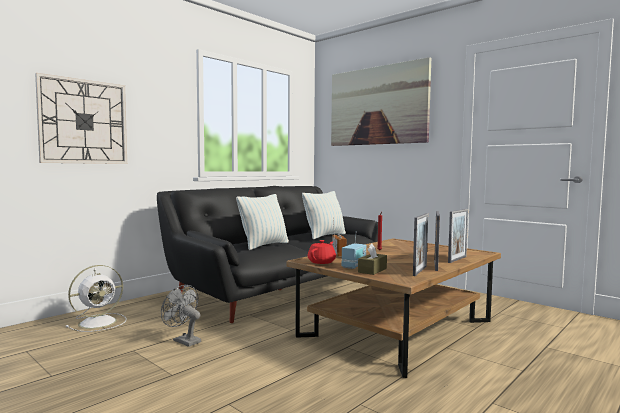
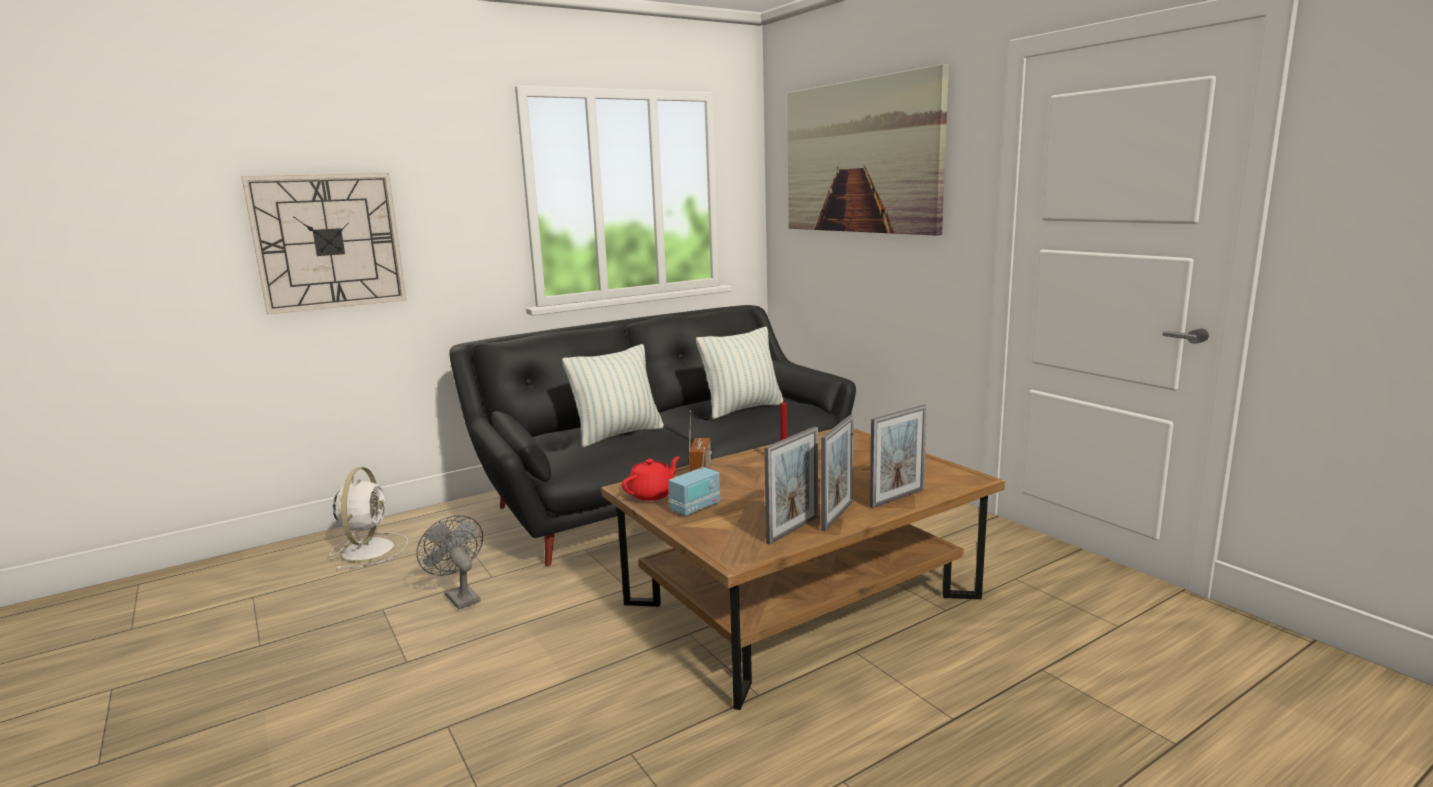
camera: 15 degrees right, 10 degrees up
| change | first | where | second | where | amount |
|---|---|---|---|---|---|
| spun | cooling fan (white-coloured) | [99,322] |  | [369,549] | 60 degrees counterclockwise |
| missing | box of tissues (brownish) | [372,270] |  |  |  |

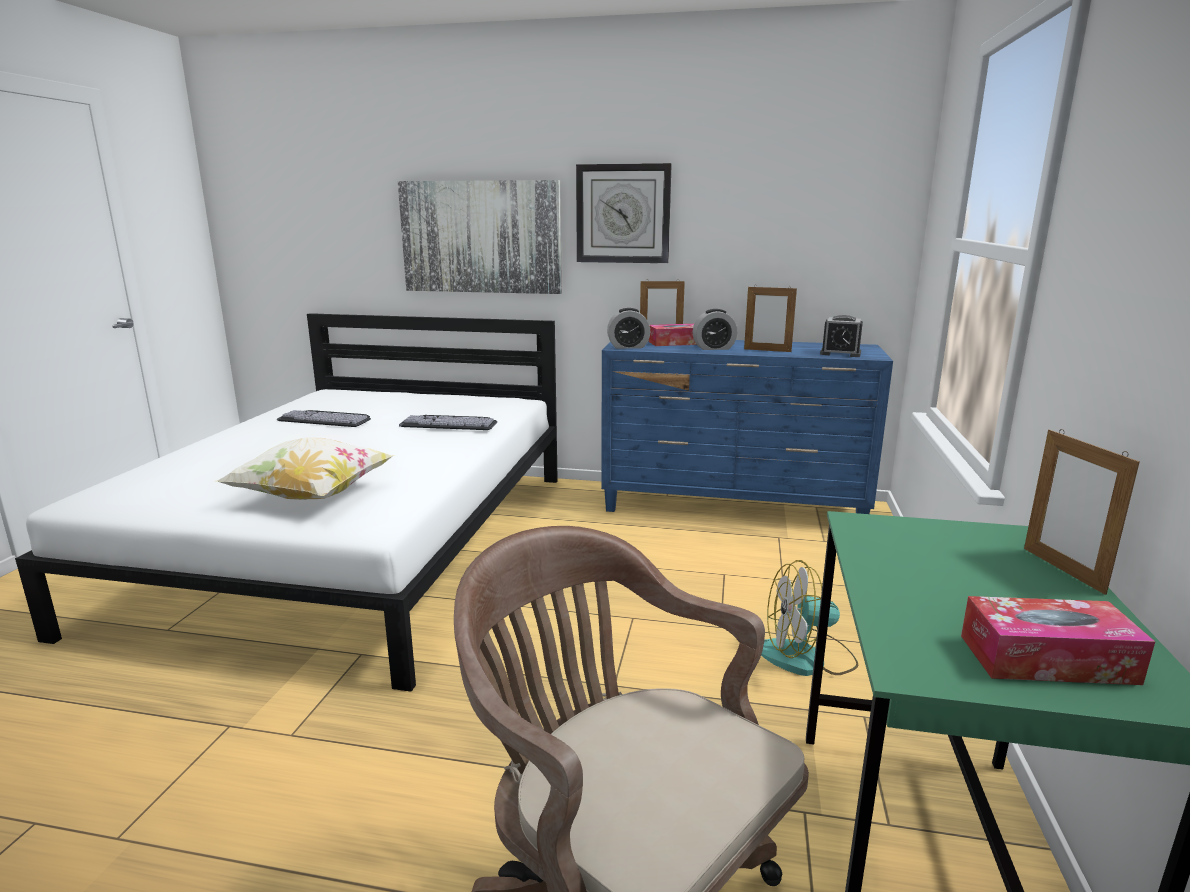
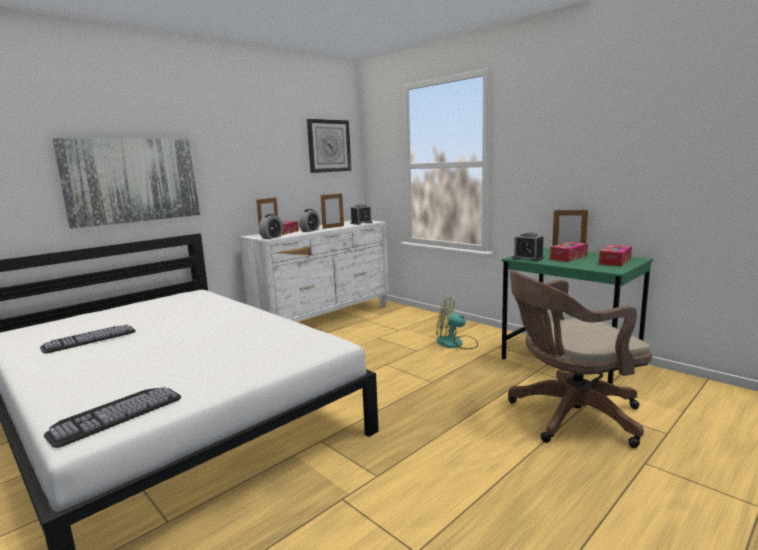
camera: 55 degrees left, 5 degrees down
| change | first | where | second | where | amount |
|---|---|---|---|---|---|
| missing | cushion | [313,496] |  |  |  |
| relocated | PC keyboard | [451,422] |  | [115,413] |  |
| relocated | clock on the wall | [623,214] |  | [329,146] |  |
| colour | drawer chest (bluish) | [733,508] | drawer chest (white-coloured) | [324,319] |  |
| spun | cooling fan | [807,658] |  | [456,343] | 75 degrees clockwise |
| appeared |  |  | bedside clock | [528,258] |  |
| appeared |  |  | box of tissues | [568,257] |  |

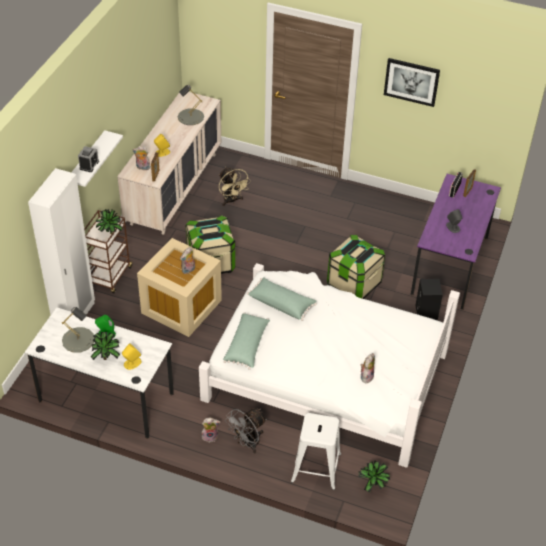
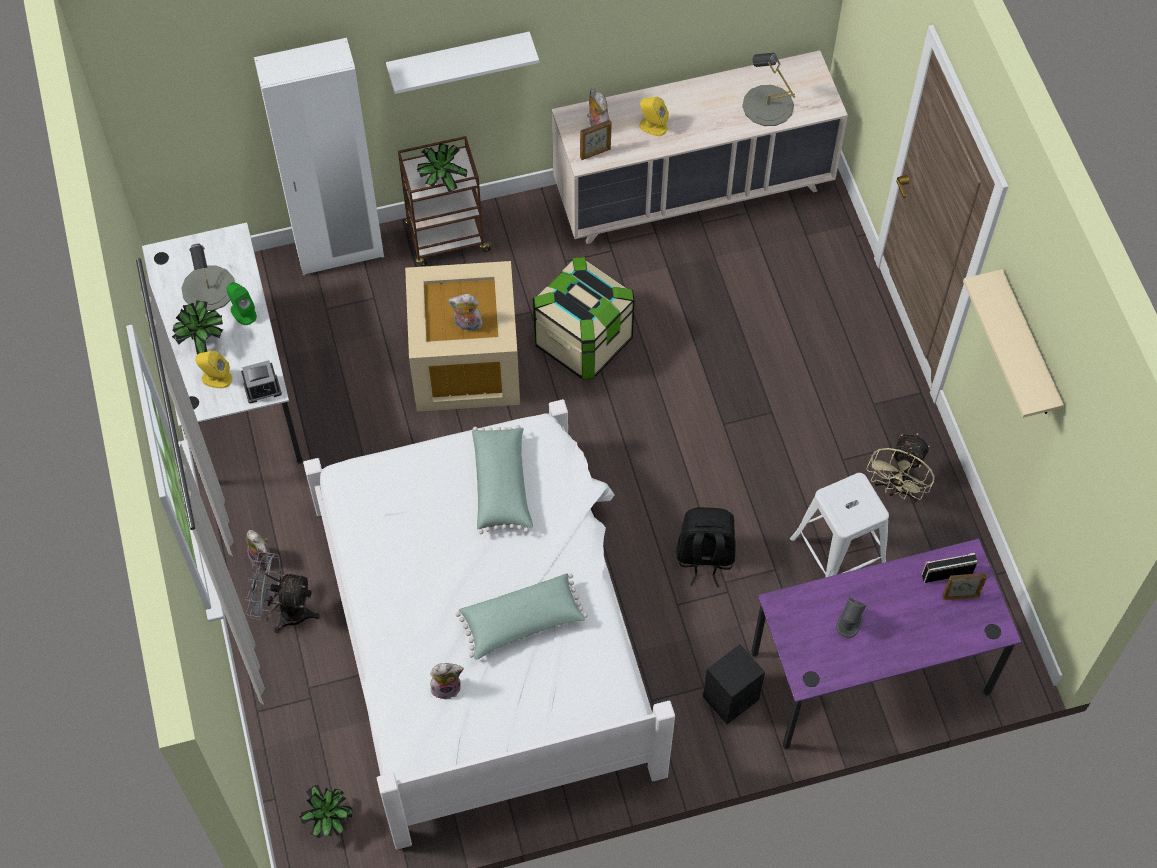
camera: 55 degrees right, 15 degrees up
| change | first | where | second | where | amount |
|---|---|---|---|---|---|
| relocated | bedside clock | [89,165] |  | [262,389] |  |
| relocated | cooling fan (beige-coloured) | [232,201] |  | [897,489] |  |
| relocated | cushion (green-coloured) | [247,345] |  | [522,622] |  |
| relocated | sitting stool (white-coloured) | [316,467] |  | [838,553] |  |
| exchanged | storage bin | [353,284] | backpack (black-coloured) | [704,558] |  |
| exchanged | wall picture | [411,81] | shelf (beige-coloured) | [1027,348] |  |

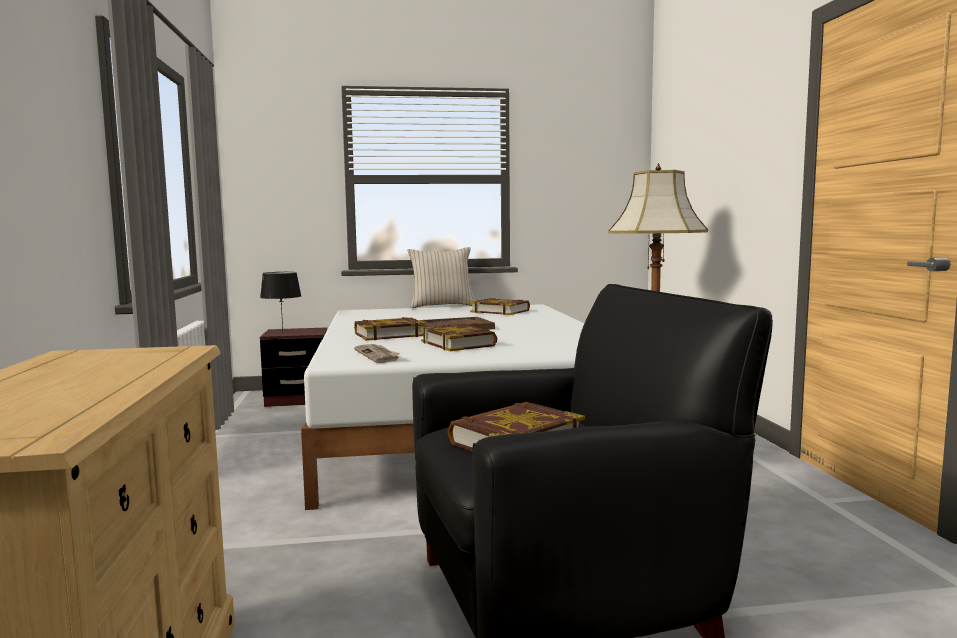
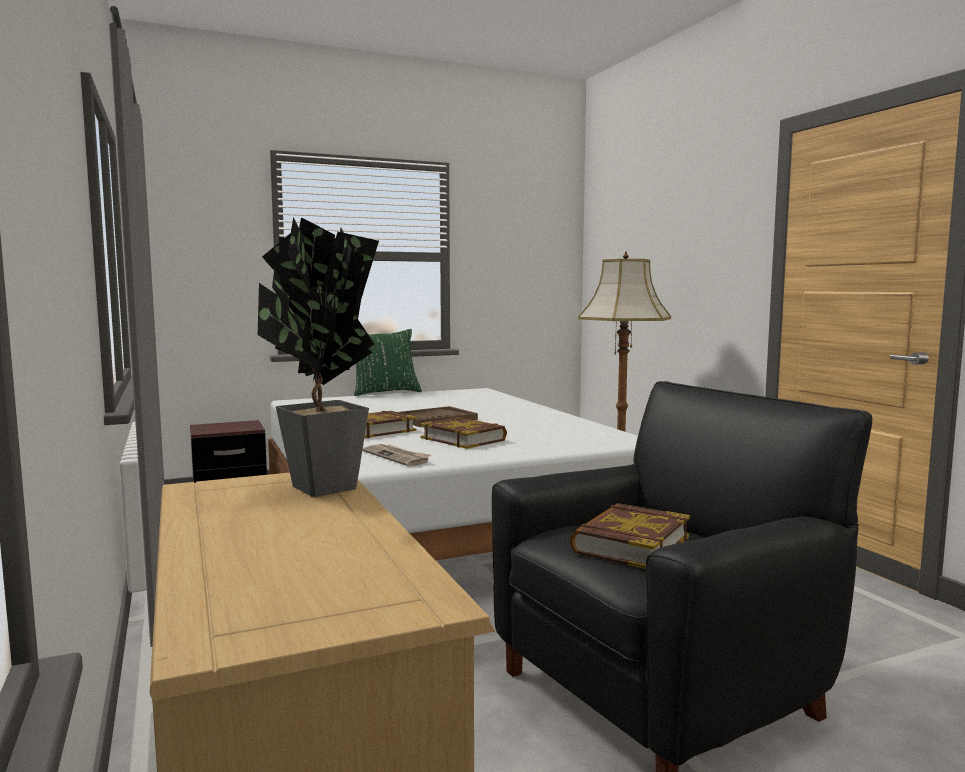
camera: 15 degrees left, 0 degrees up
| change | first | where | second | where | amount |
|---|---|---|---|---|---|
| missing | table lamp (black-coloured) | [283,332] |  |  |  |
| colour | cushion (beige-coloured) | [442,306] | cushion (green-coloured) | [384,393] |  |
| missing | bound book | [500,311] |  |  |  |
| appeared |  |  | houseplant | [323,490] |  |

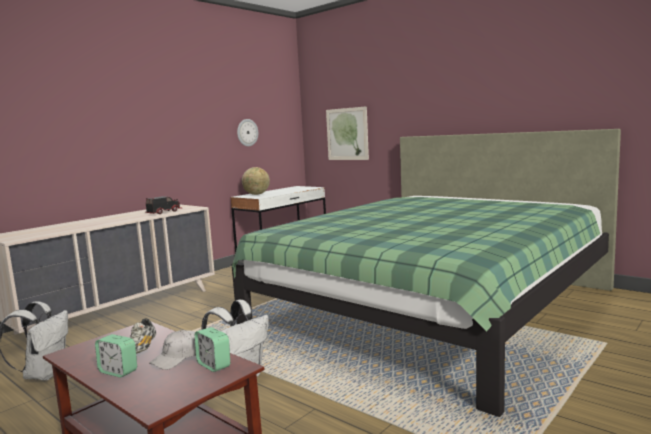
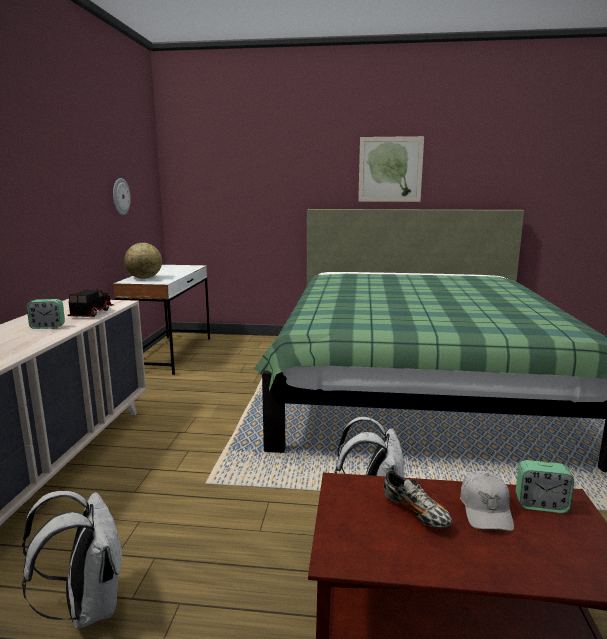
camera: 35 degrees left, 5 degrees up
| change | first | where | second | where | amount |
|---|---|---|---|---|---|
| relocated | bedside clock | [118,371] |  | [48,327] |  |
| relocated | wall picture | [347,134] |  | [390,169] |  |

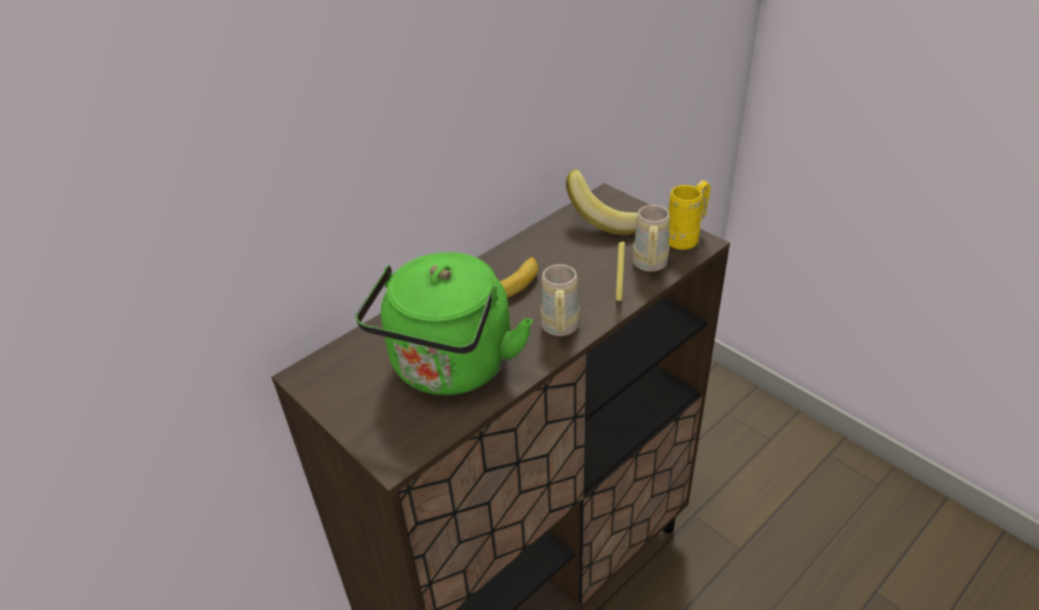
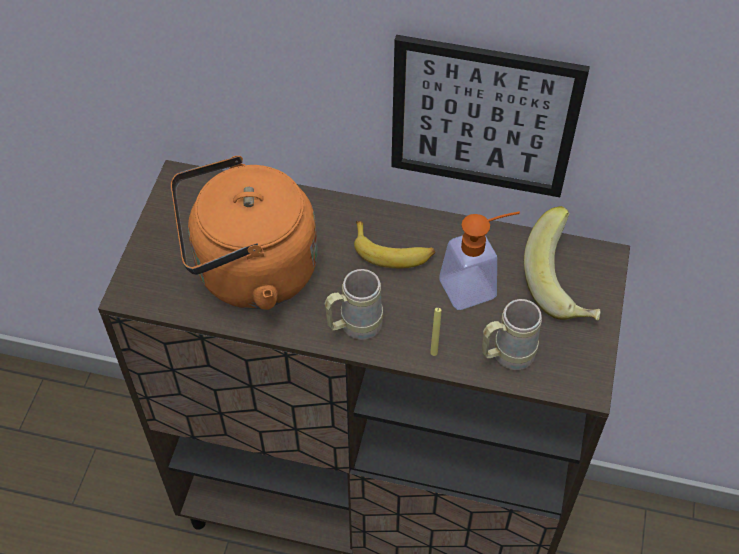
camera: 55 degrees right, 15 degrees up
| change | first | where | second | where | amount |
|---|---|---|---|---|---|
| colour | tea kettle (green-coloured) | [450,369] | tea kettle (orange-coloured) | [249,272] |  |
| missing | mug (yellowish) | [686,238] |  |  |  |
| appeared |  |  | wall picture | [483,118] |  |
| appeared |  |  | soap dispenser | [477,285] |  |

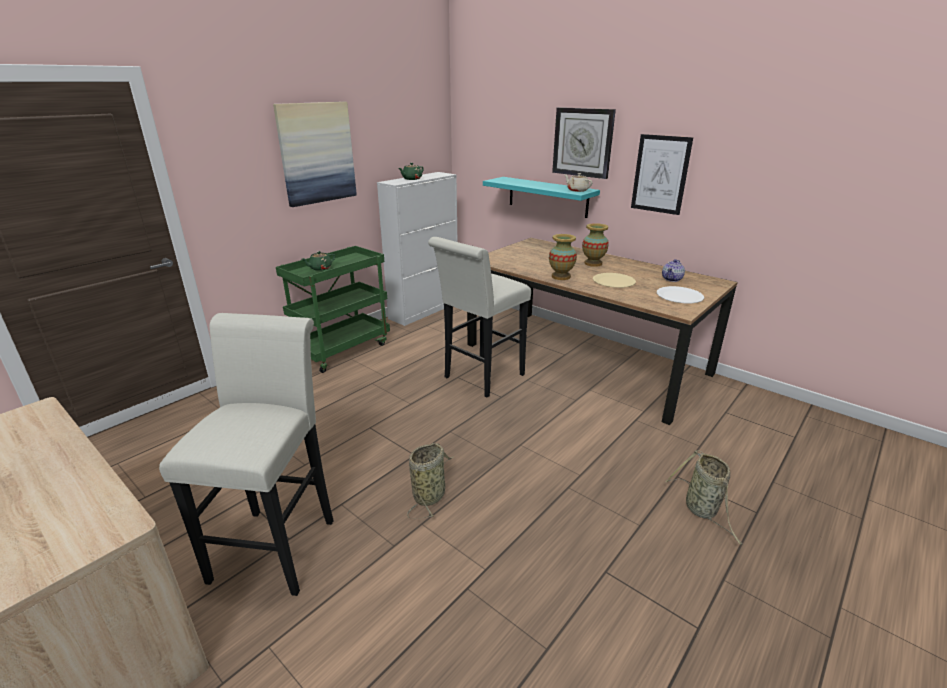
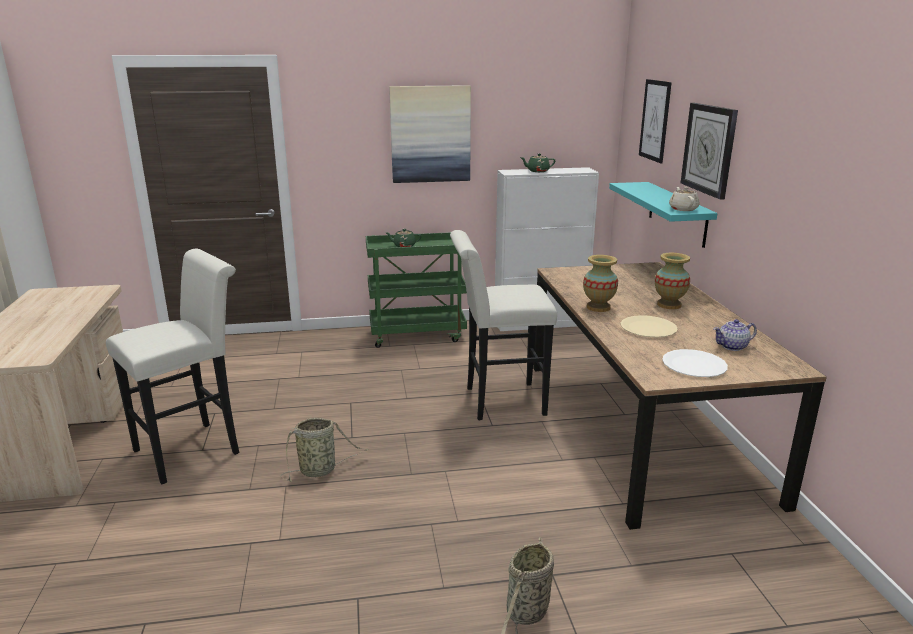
camera: 40 degrees right, 5 degrees down
| change | first | where | second | where | amount |
|---|---|---|---|---|---|
| relocated | wall picture | [660,174] |  | [655,120] |  |

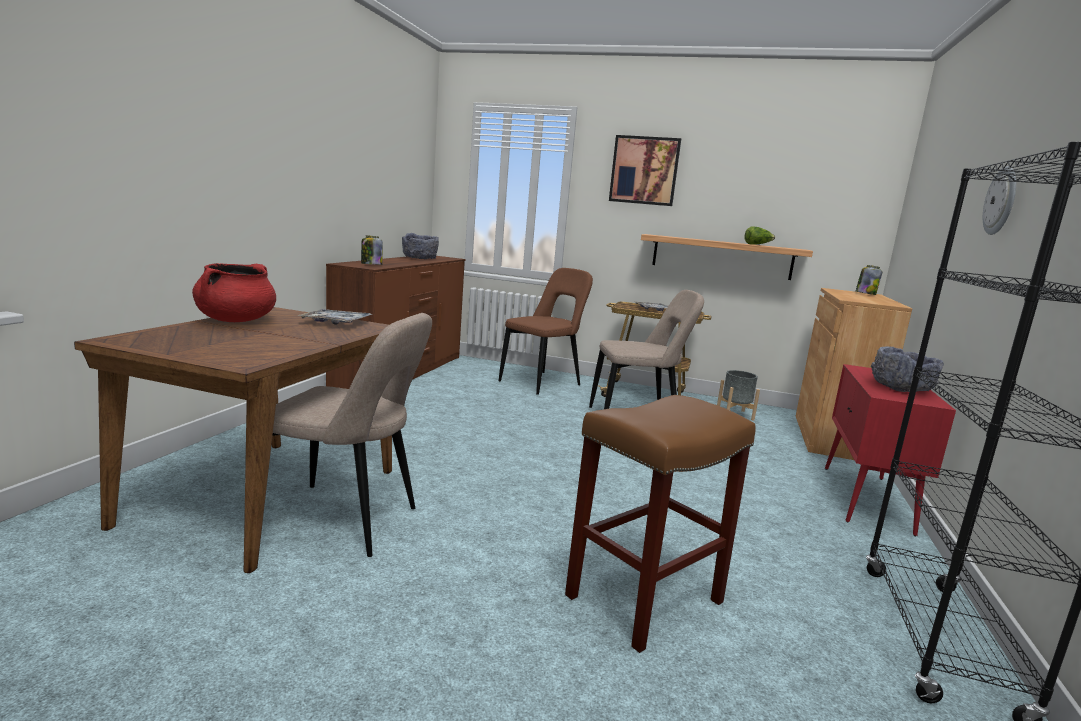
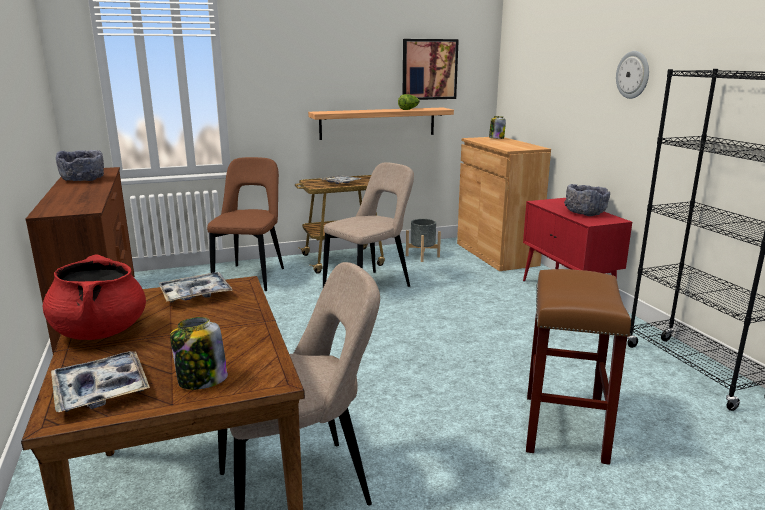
camera: 35 degrees left, 5 degrees up
| change | first | where | second | where | amount |
|---|---|---|---|---|---|
| relocated | storage jar | [371,264] |  | [201,380] |  |
| relocated | wall picture | [644,170] |  | [429,69] |  |
| appeared |  |  | tray | [101,390] |  |

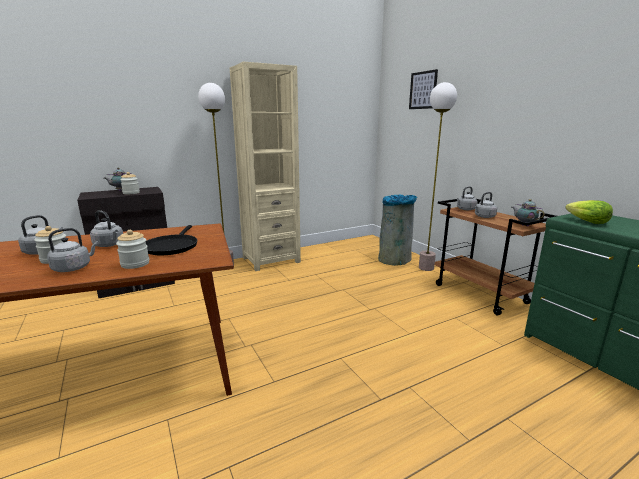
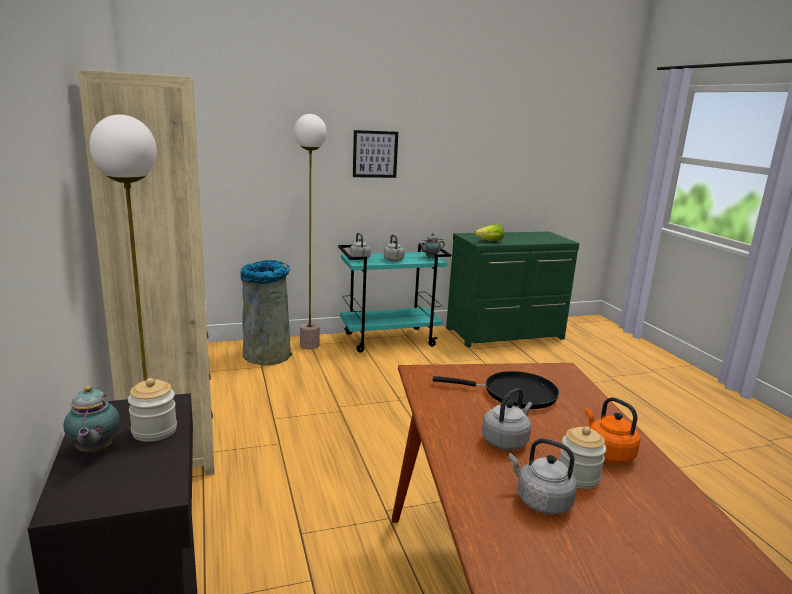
camera: 80 degrees left, 0 degrees up
| change | first | where | second | where | amount |
|---|---|---|---|---|---|
| colour | tea kettle (grey) | [74,268] | tea kettle (orange-coloured) | [607,453] |  |
| missing | storage jar | [135,264] |  |  |  |
| relocated | wall picture | [423,90] |  | [375,154] |  |
| colour | wheeled cart (brownish) | [481,294] | wheeled cart (turquoise) | [390,339] |  |

